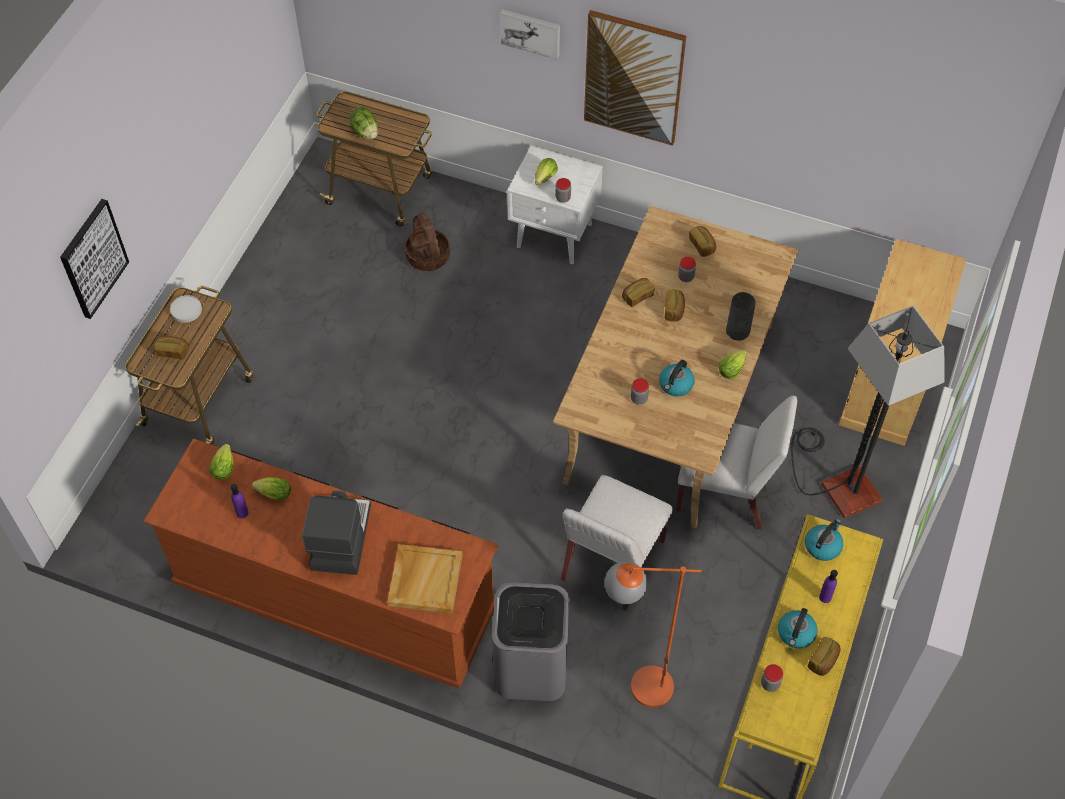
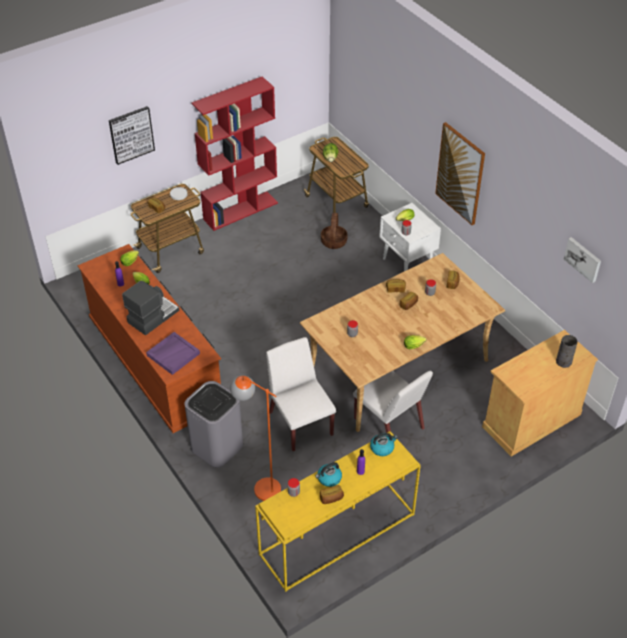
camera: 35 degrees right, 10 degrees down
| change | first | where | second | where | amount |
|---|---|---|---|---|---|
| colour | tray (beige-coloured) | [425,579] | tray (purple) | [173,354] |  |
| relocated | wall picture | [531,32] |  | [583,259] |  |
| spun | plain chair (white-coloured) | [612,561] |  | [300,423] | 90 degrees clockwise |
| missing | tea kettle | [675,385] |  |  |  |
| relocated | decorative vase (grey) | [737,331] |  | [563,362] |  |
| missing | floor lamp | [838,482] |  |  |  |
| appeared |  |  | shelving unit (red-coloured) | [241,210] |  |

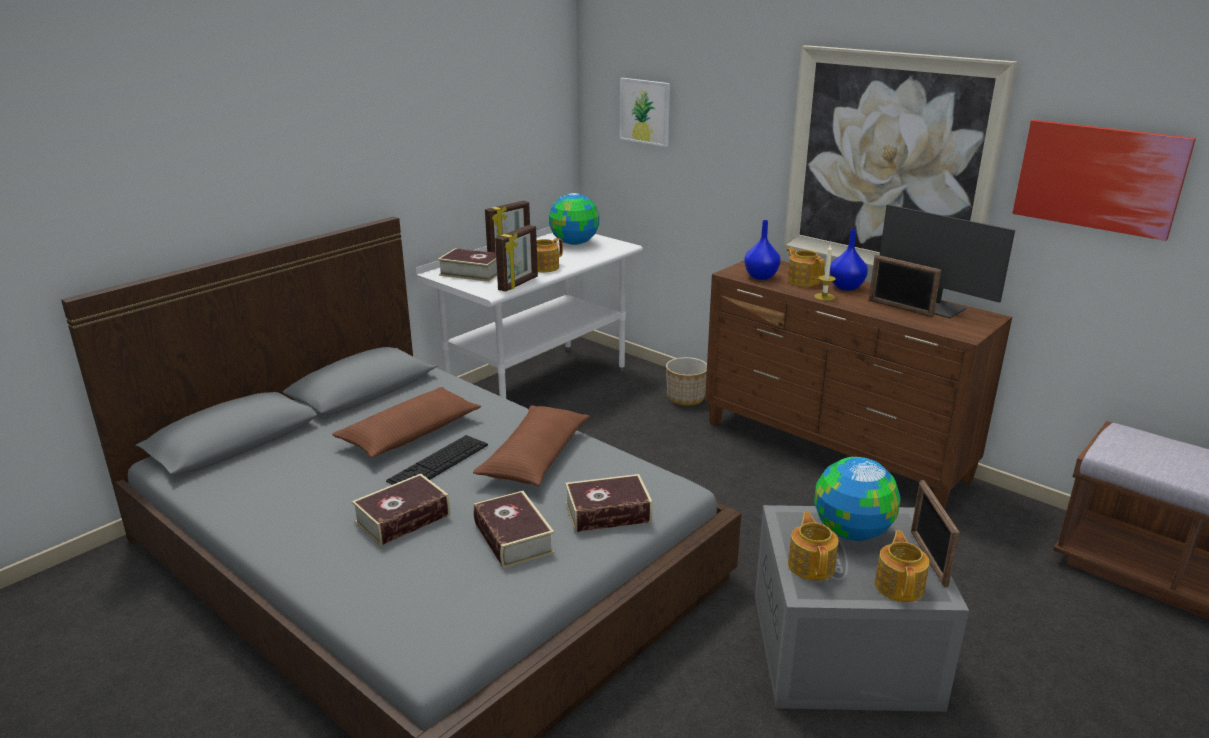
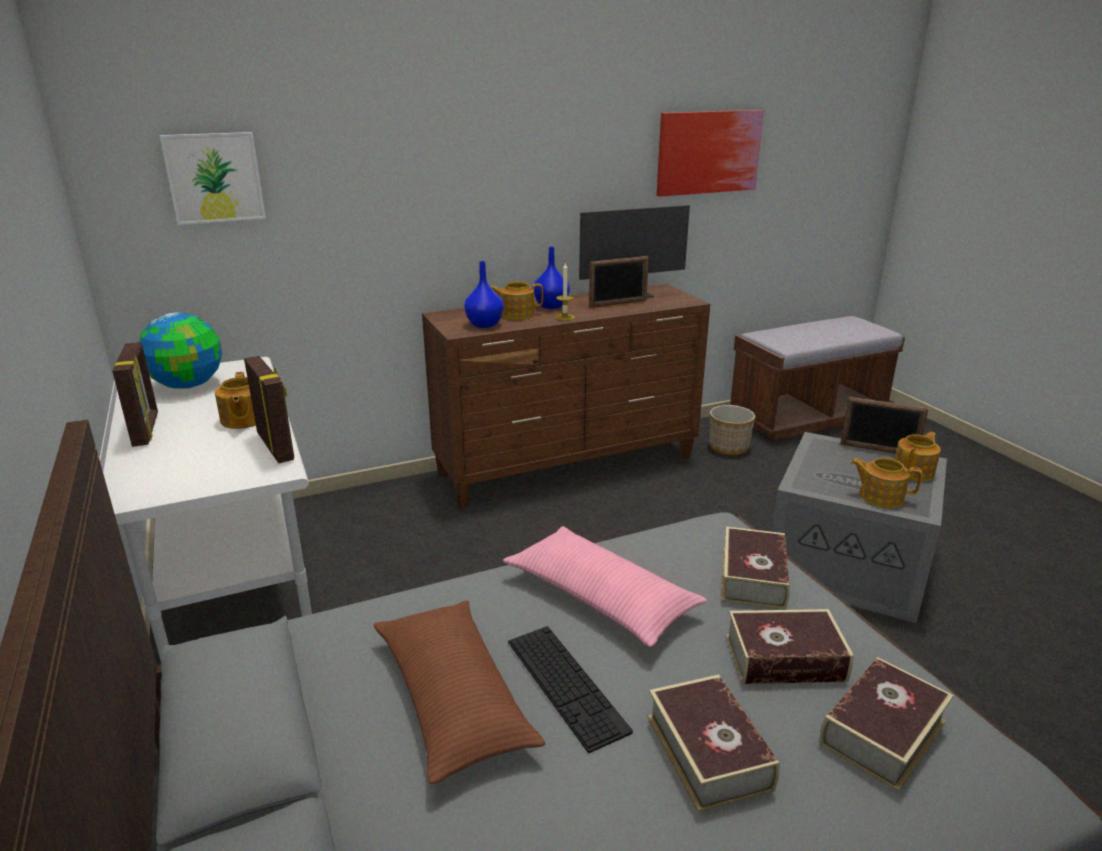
camera: 65 degrees left, 0 degrees up
| change | first | where | second | where | amount |
|---|---|---|---|---|---|
| relocated | bound book | [472,272] |  | [882,732] |  |
| colour | cushion (brownish) | [535,457] | cushion (pinkish) | [600,598] |  |
| relocated | flower pot | [686,398] |  | [728,447] |  |
| missing | wall picture | [889,164] |  |  |  |
| missing | desk globe | [851,532] |  |  |  |
| spun | tea pot | [899,585] |  | [914,471] | 105 degrees clockwise |

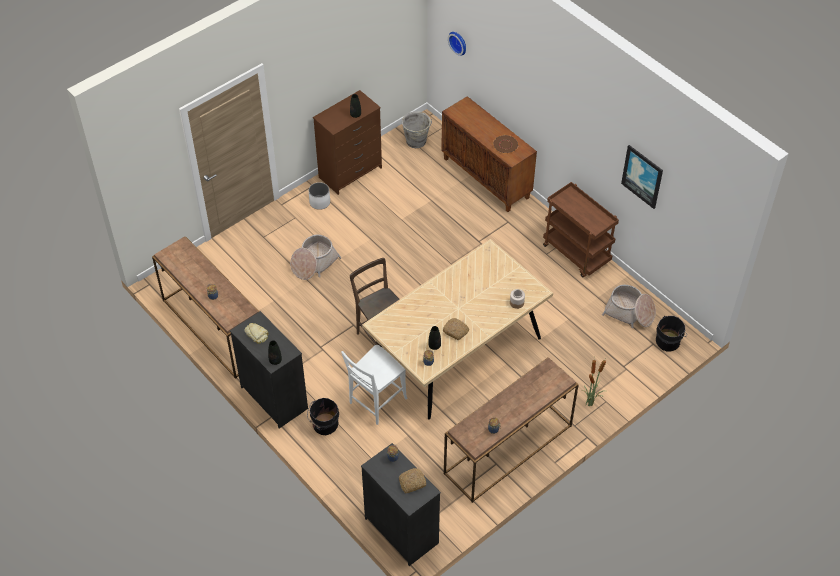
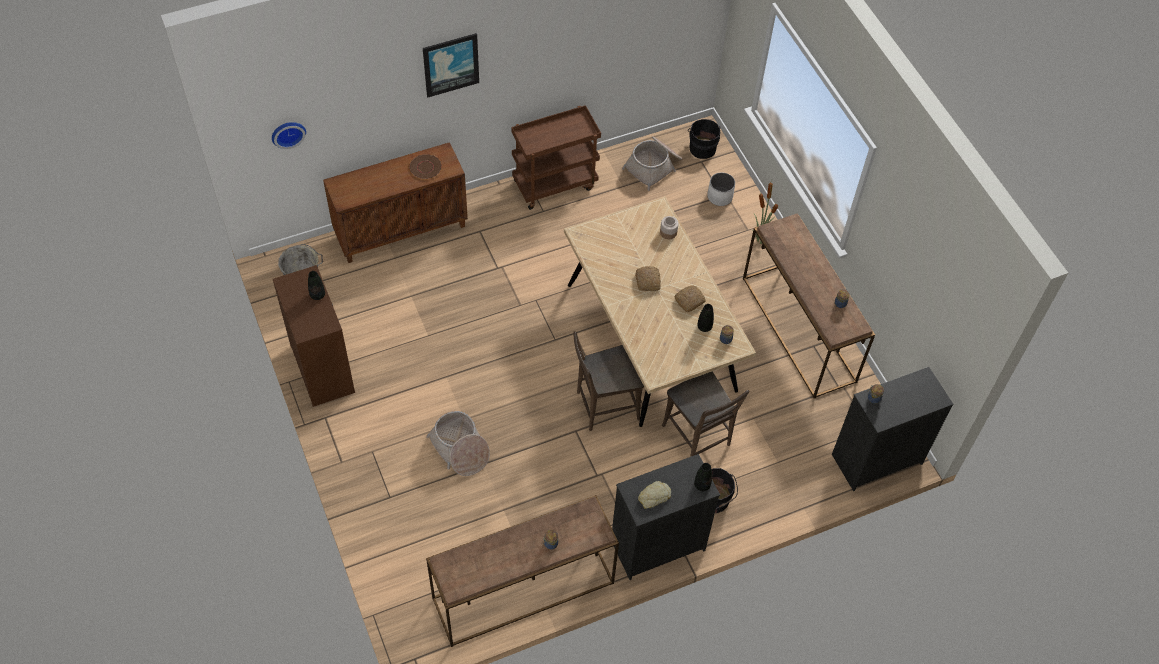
camera: 75 degrees left, 5 degrees up
| change | first | where | second | where | amount |
|---|---|---|---|---|---|
| relocated | flower pot (white-coloured) | [319,202] |  | [719,197] |  |
| colour | plain chair (white-coloured) | [375,402] | plain chair (brownish) | [698,438] |  |
| relocated | bakery bread | [412,483] |  | [648,281] |  |
| relocated | wall picture | [642,176] |  | [450,64] |  |

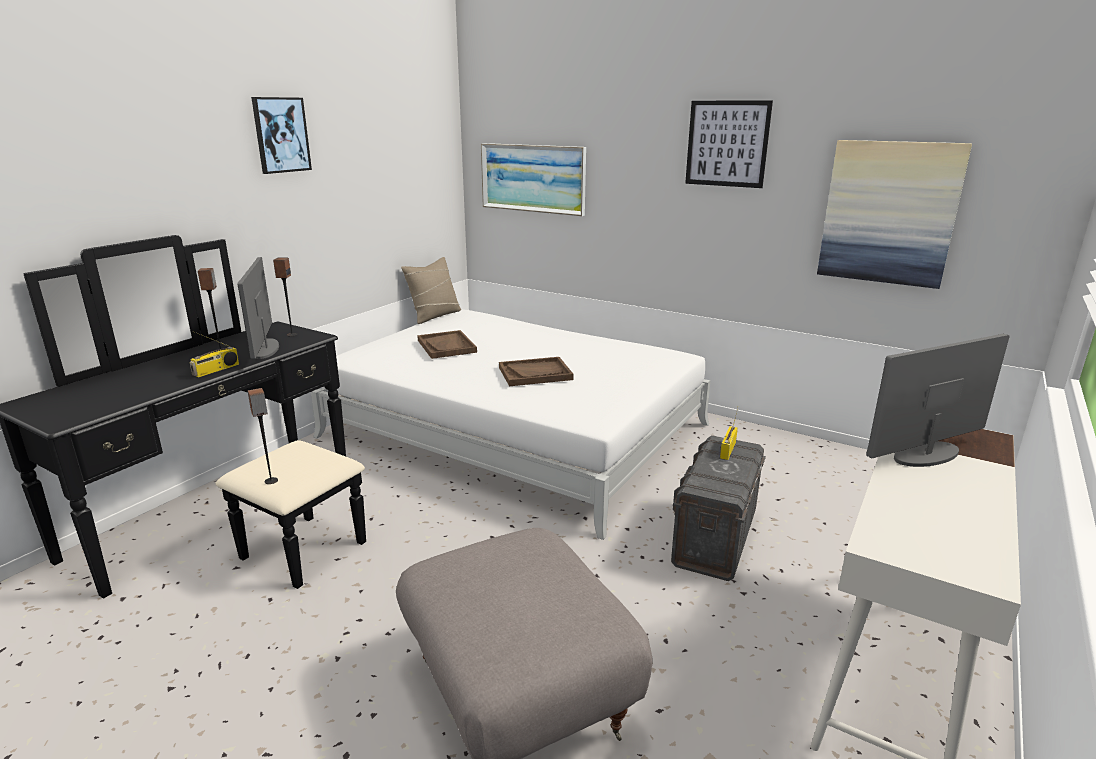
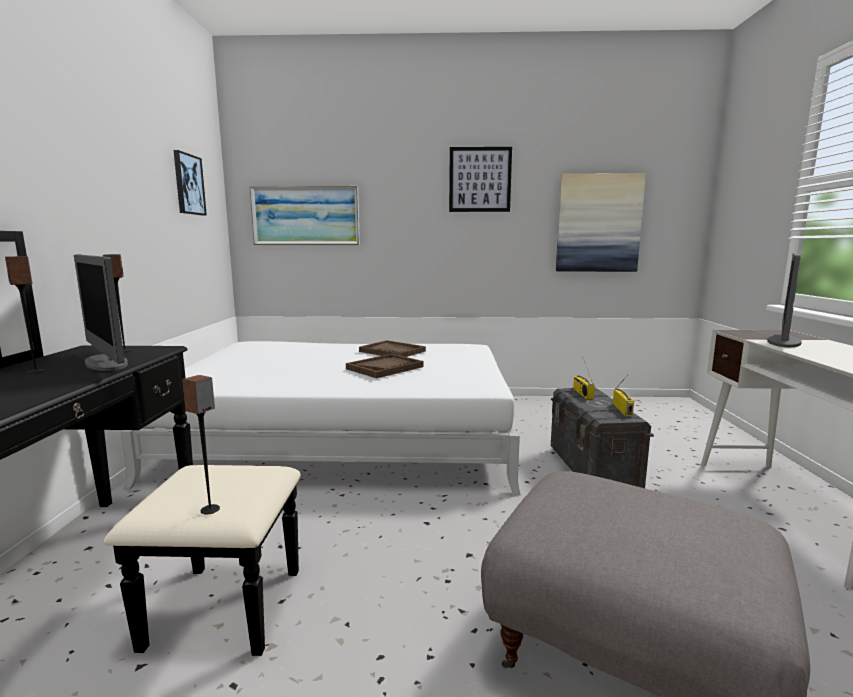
camera: 30 degrees left, 10 degrees down
| change | first | where | second | where | amount |
|---|---|---|---|---|---|
| relocated | radio set | [216,370] |  | [623,409] |  |
| relocated | wall picture | [281,135] |  | [188,184] |  |
| missing | cushion (beige-coloured) | [434,315] |  |  |  |
| relocated | tray (brownish) | [447,346] |  | [392,351] |  |

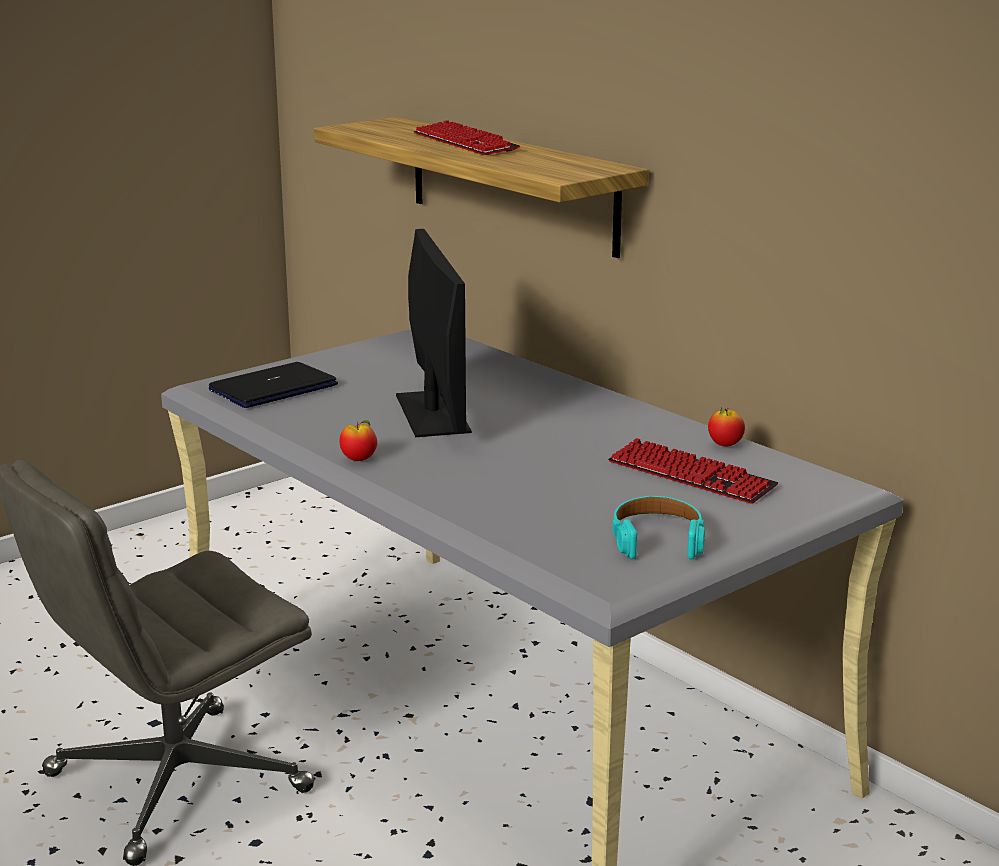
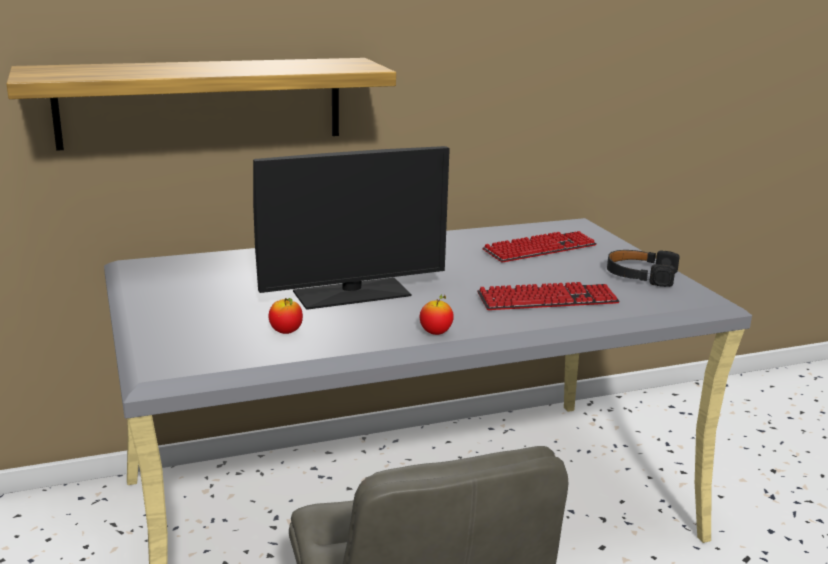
camera: 70 degrees left, 0 degrees up
| change | first | where | second | where | amount |
|---|---|---|---|---|---|
| missing | portable computer | [273,388] |  |  |  |
| spun | computer display | [432,413] |  | [352,293] | 150 degrees clockwise |
| relocated | PC keyboard | [465,142] |  | [547,300] |  |
| colour | headset (turquoise) | [657,539] | headset (black-coloured) | [640,275] |  |
| relocated | apple | [725,445] |  | [286,332] |  |

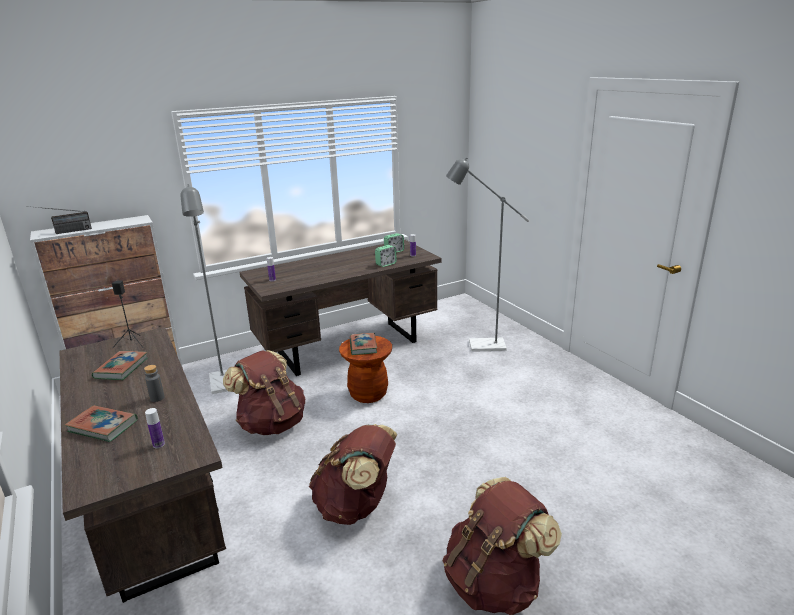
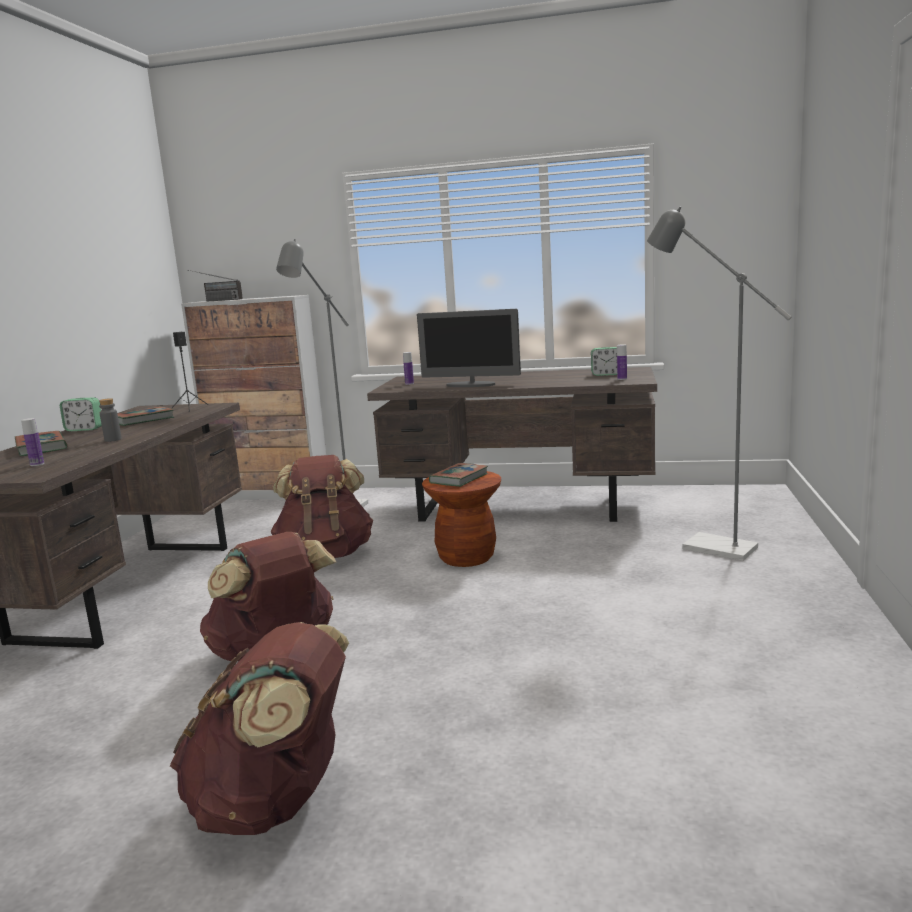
camera: 40 degrees right, 10 degrees down
| change | first | where | second | where | amount |
|---|---|---|---|---|---|
| relocated | bedside clock | [386,264] |  | [84,429] |  |
| appeared |  |  | computer display | [471,385] |  |

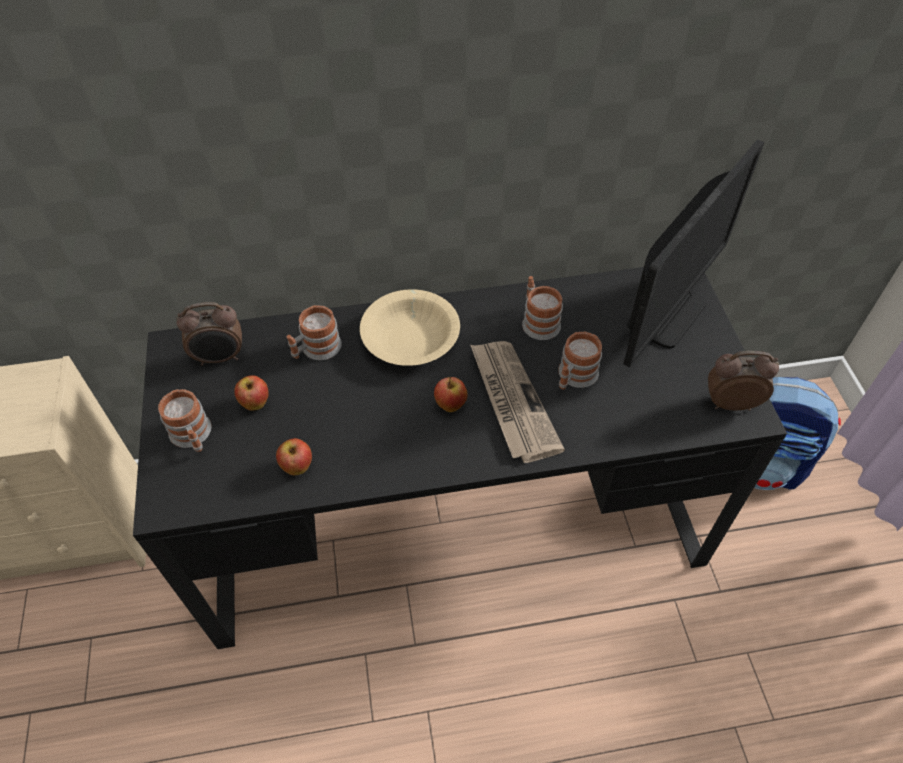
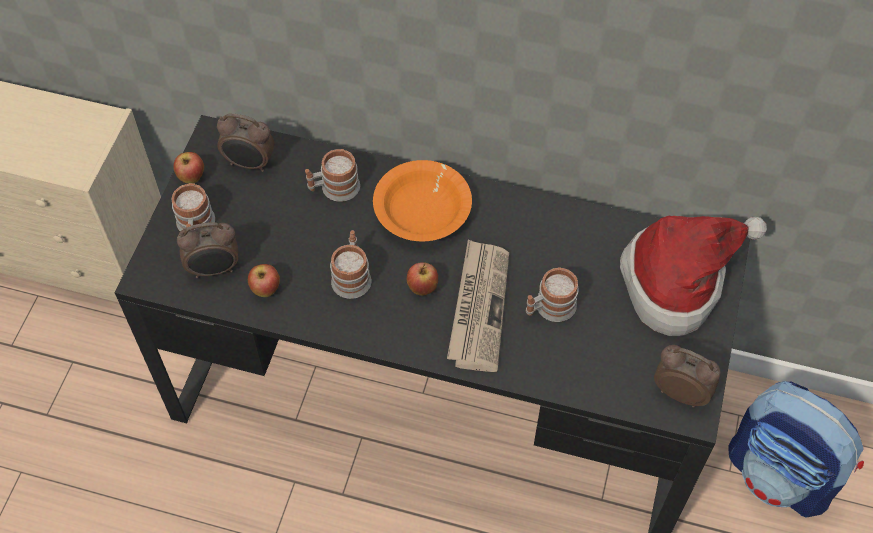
camera: 25 degrees right, 5 degrees up
| change | first | where | second | where | amount |
|---|---|---|---|---|---|
| relocated | apple | [255,404] |  | [192,178] |  |
| colour | deep dish (beige-coloured) | [411,338] | deep dish (orange-coloured) | [423,210] |  |
| relocated | mug | [538,321] |  | [352,275] |  |
| exchanged | computer display | [666,313] | wearable hat | [678,282] |  |
| appeared |  |  | bedside clock | [214,269] |  |

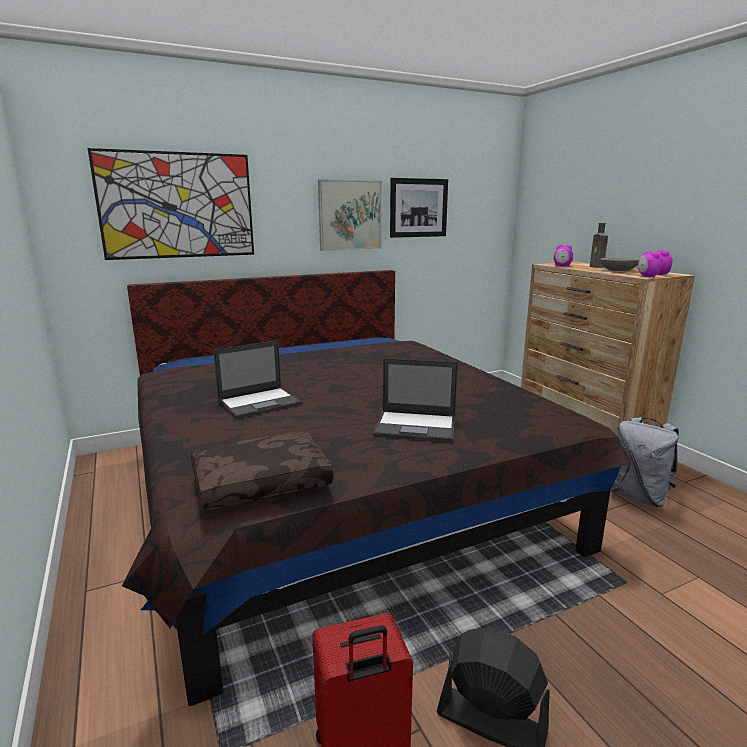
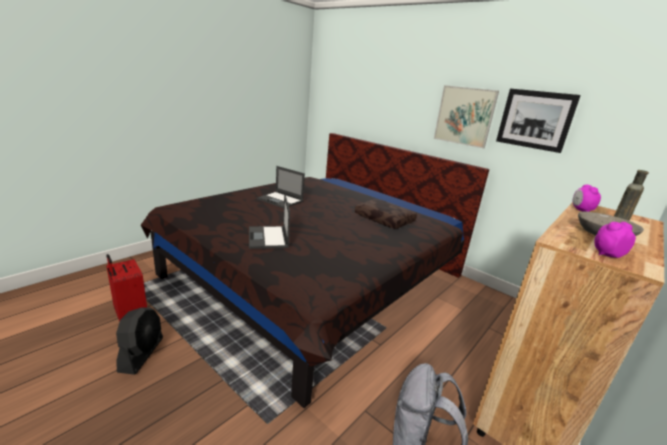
camera: 65 degrees right, 5 degrees up
| change | first | where | second | where | amount |
|---|---|---|---|---|---|
| missing | wall picture | [177,205] |  |  |  |
| relocated | cushion (brownish) | [262,481] |  | [385,219] |  |
| missing | bedside clock | [647,276] |  |  |  |

